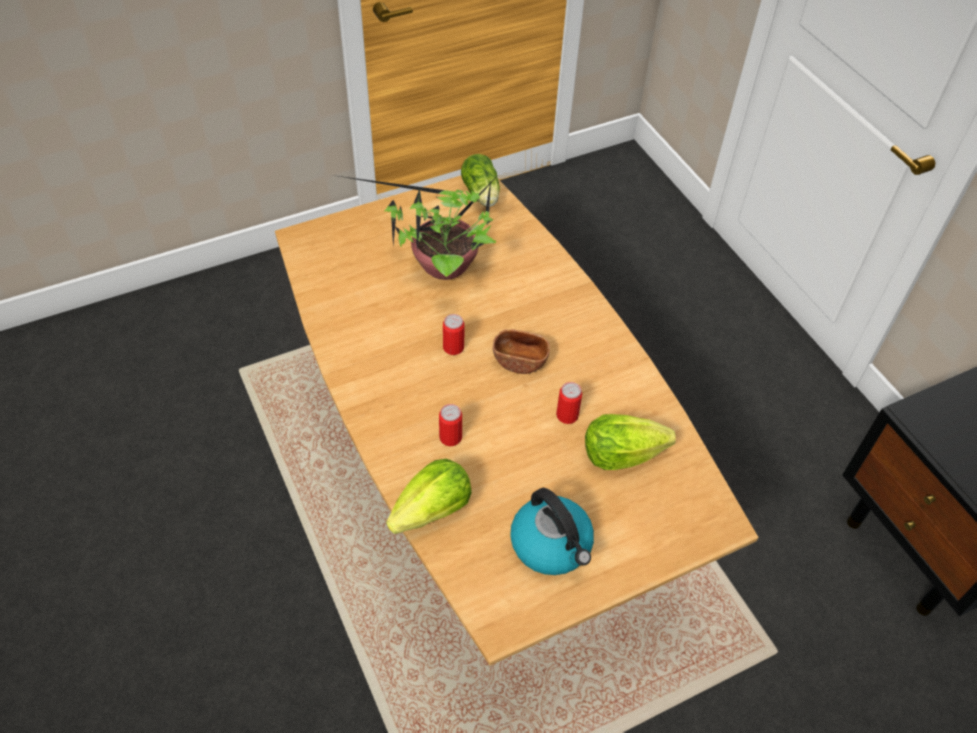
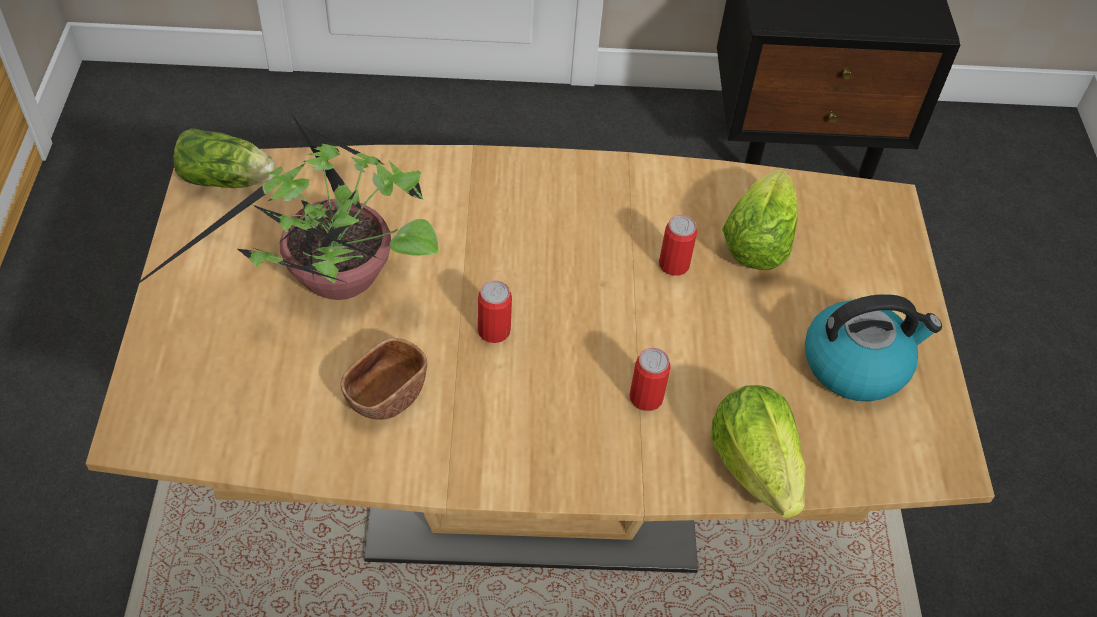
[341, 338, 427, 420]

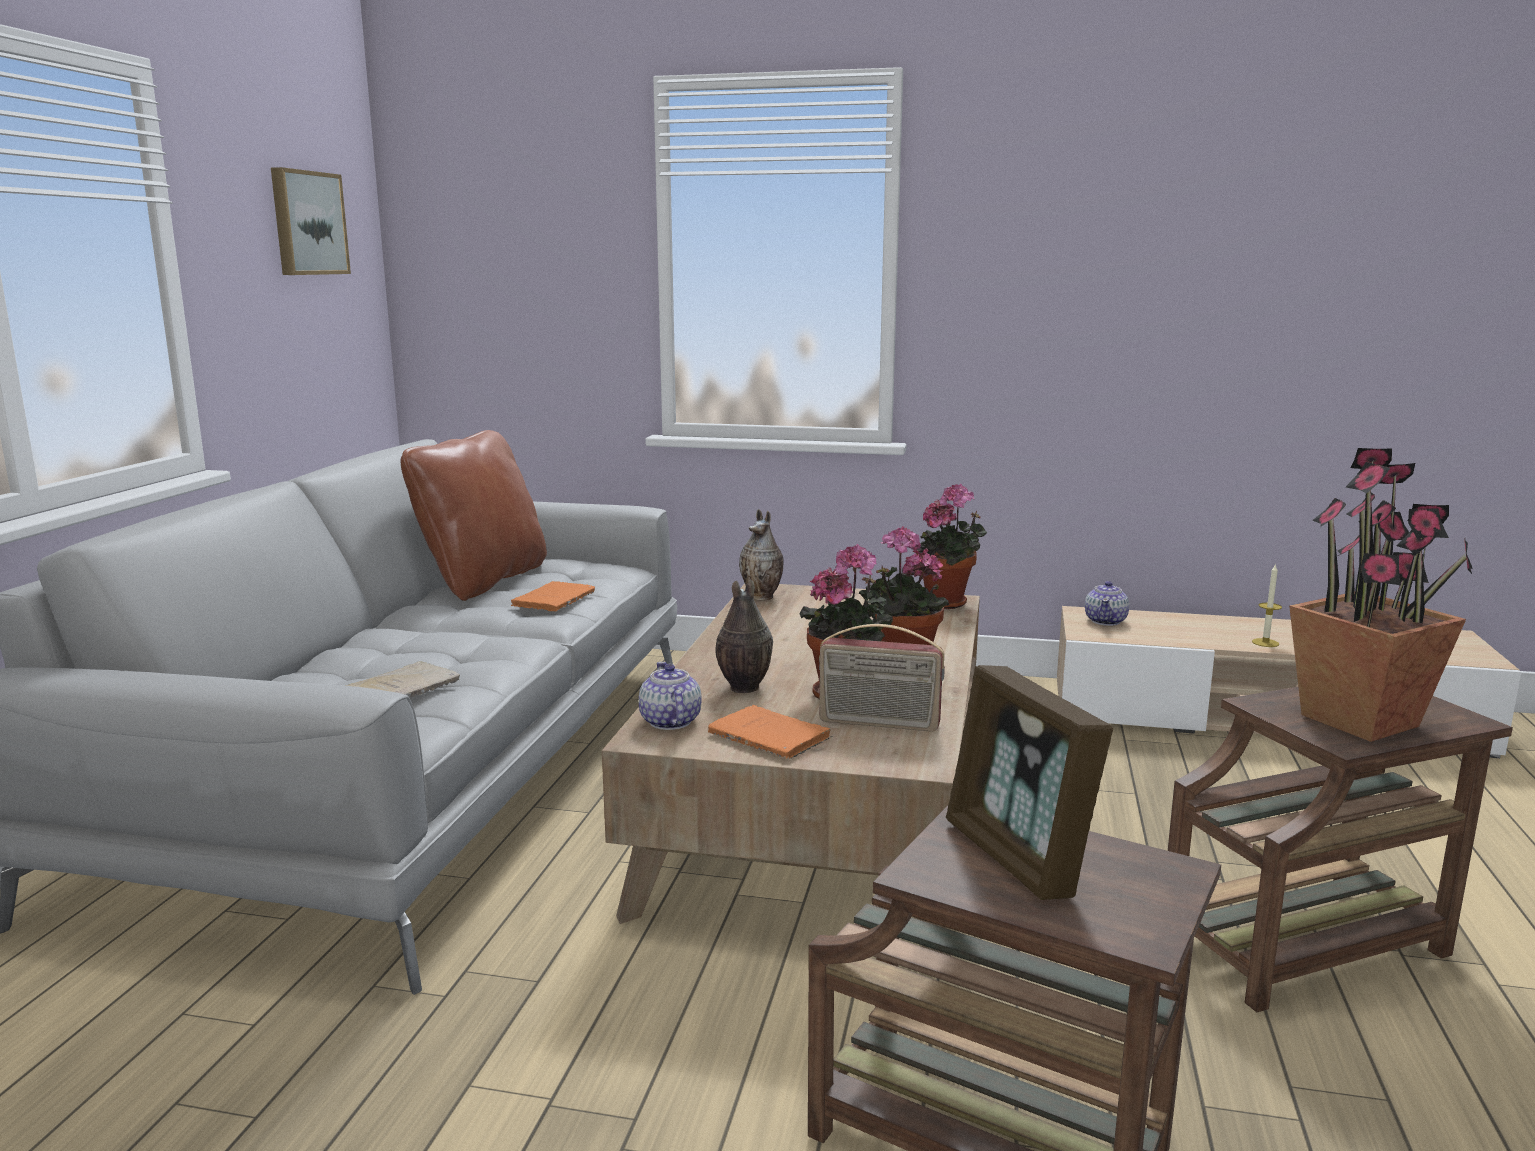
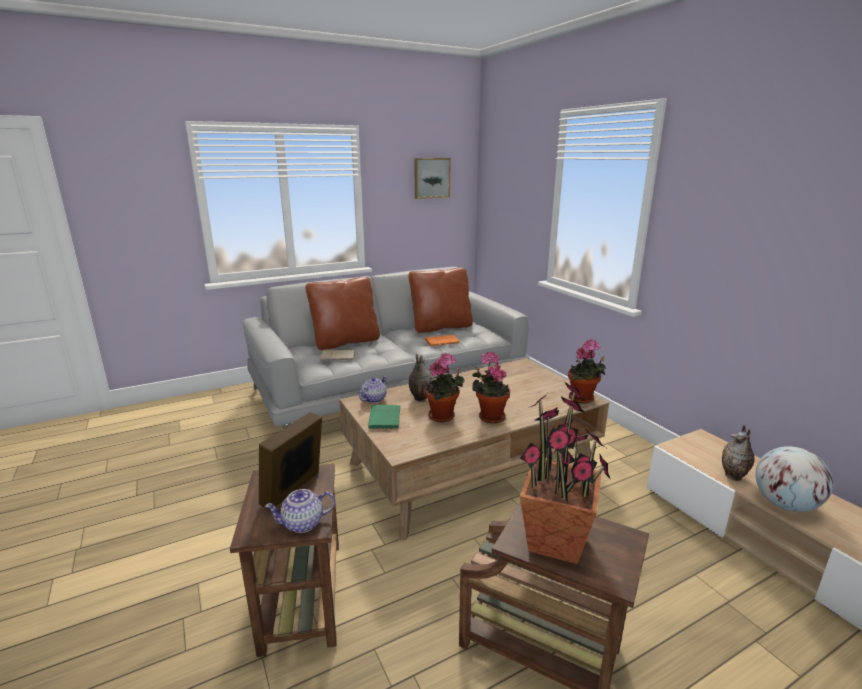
[265, 489, 336, 533]
[305, 277, 380, 350]
[368, 405, 400, 429]
[722, 425, 754, 481]
[755, 446, 833, 512]
[819, 624, 945, 732] (first image)

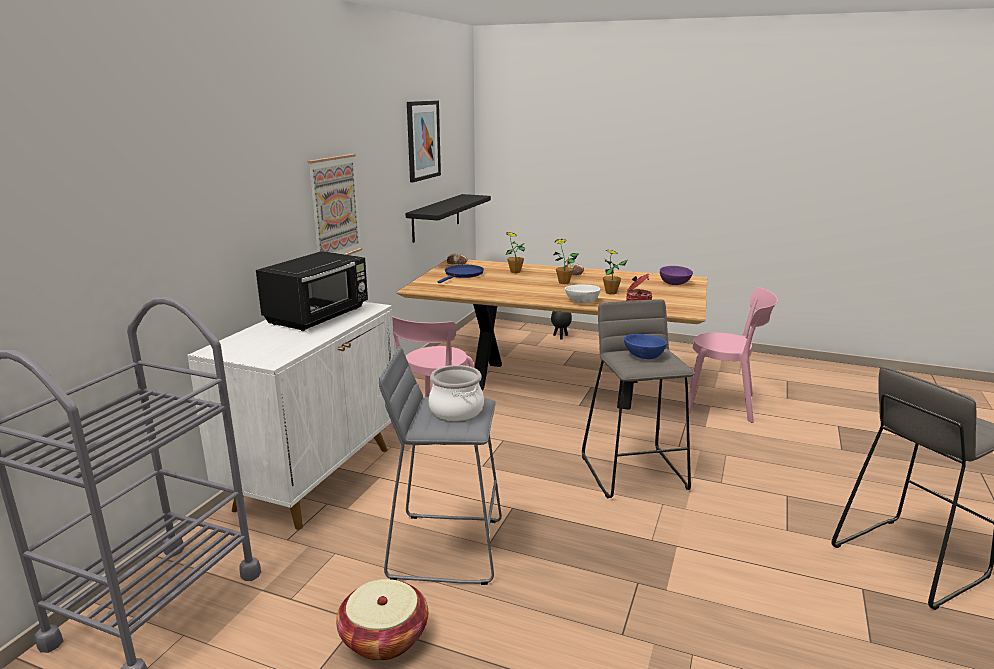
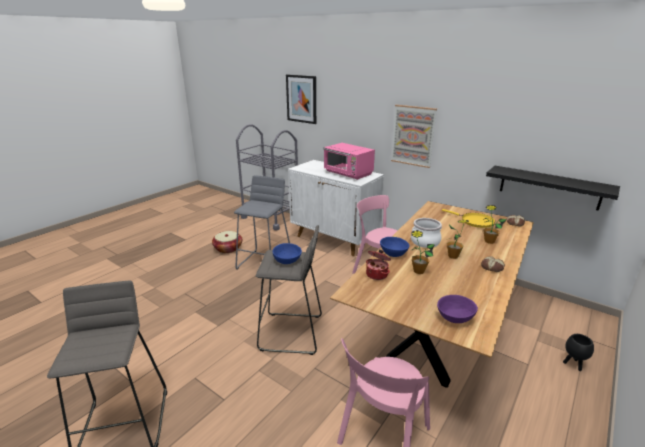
[286, 74, 316, 124]
[323, 143, 375, 180]
[380, 237, 410, 257]
[411, 218, 442, 248]
[442, 209, 495, 228]

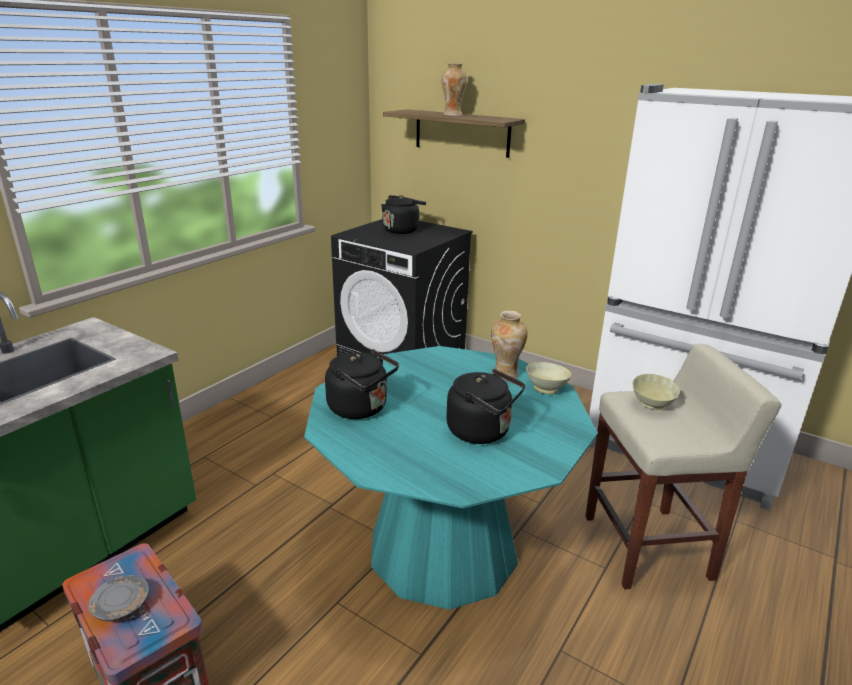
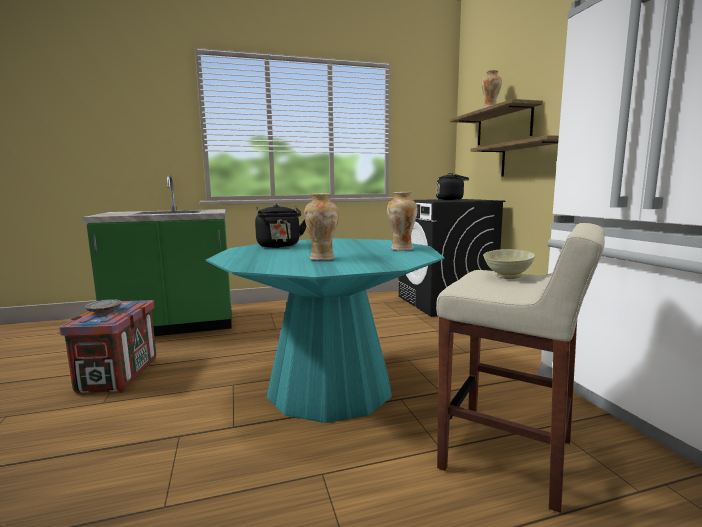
[304, 193, 339, 261]
[470, 135, 559, 177]
[526, 362, 572, 394] (first image)

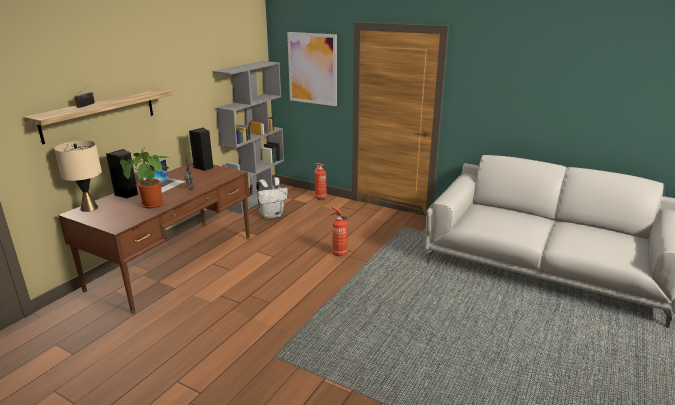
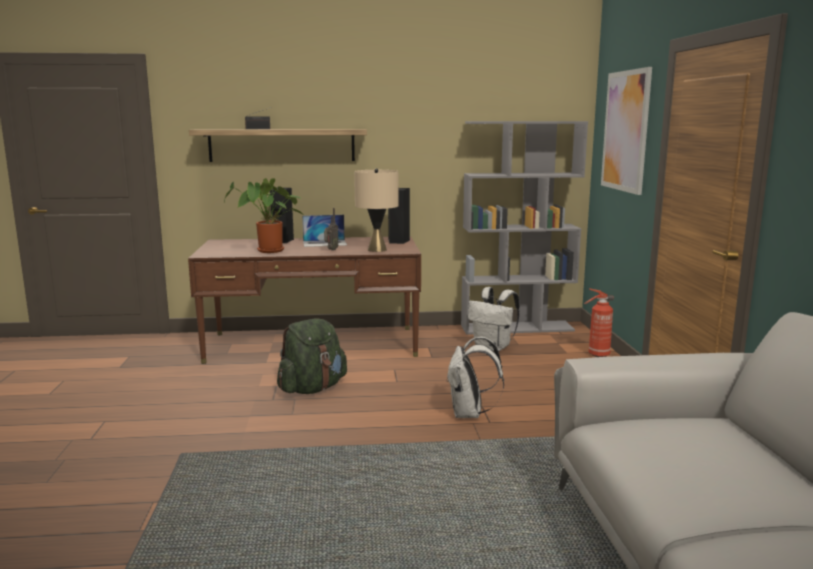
[277, 318, 347, 394]
[354, 168, 398, 252]
[446, 337, 504, 418]

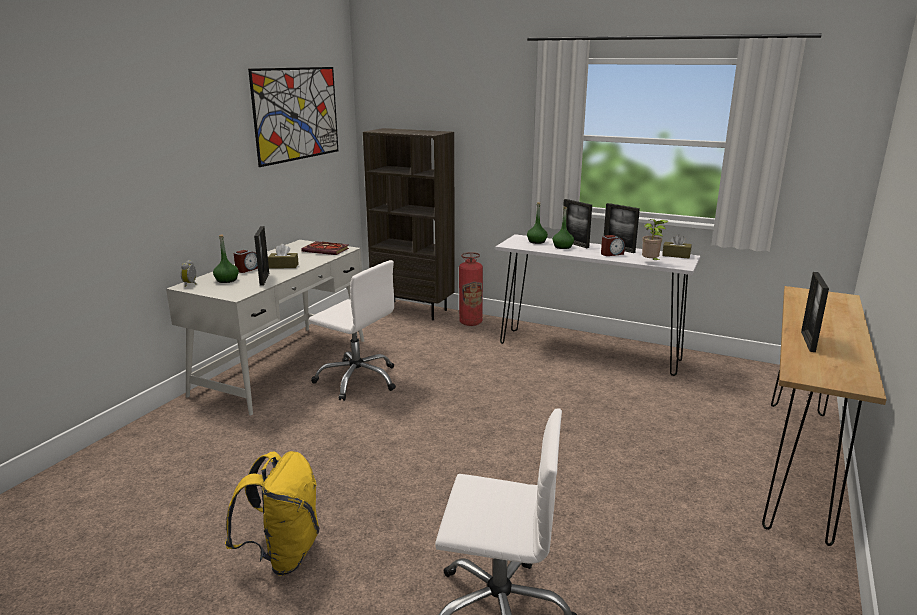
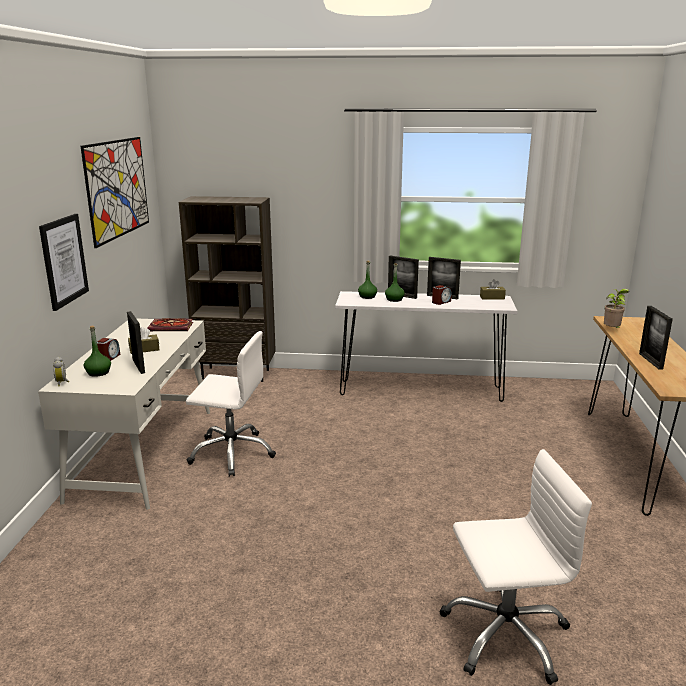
[39, 214, 89, 311]
[604, 289, 629, 329]
[225, 451, 320, 576] (first image)
[459, 252, 483, 326] (first image)

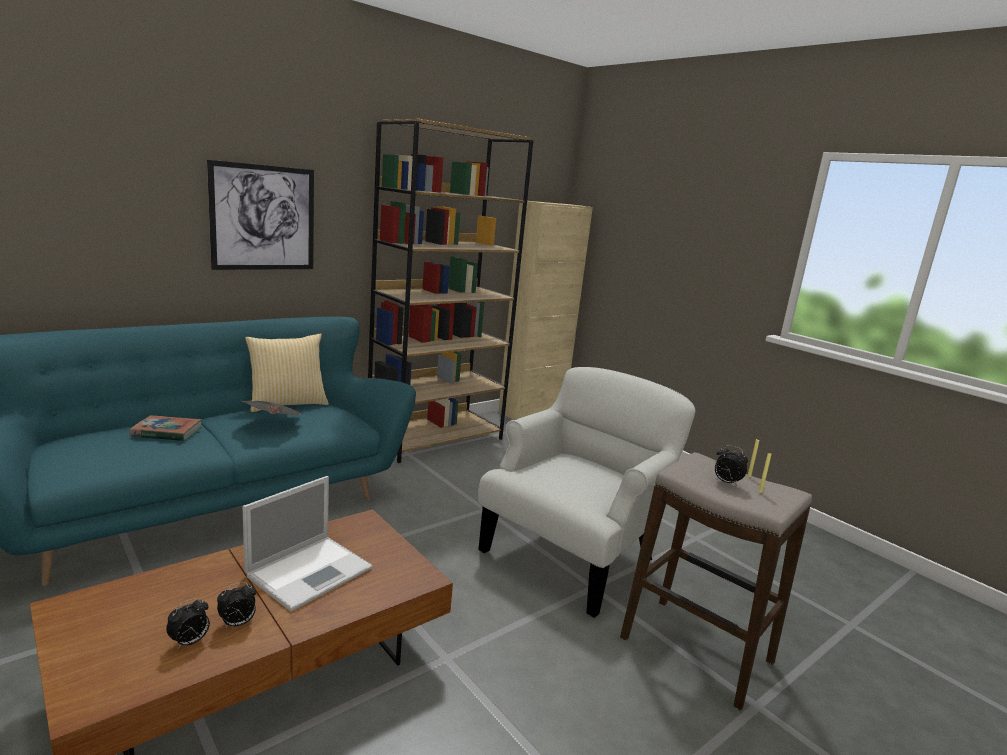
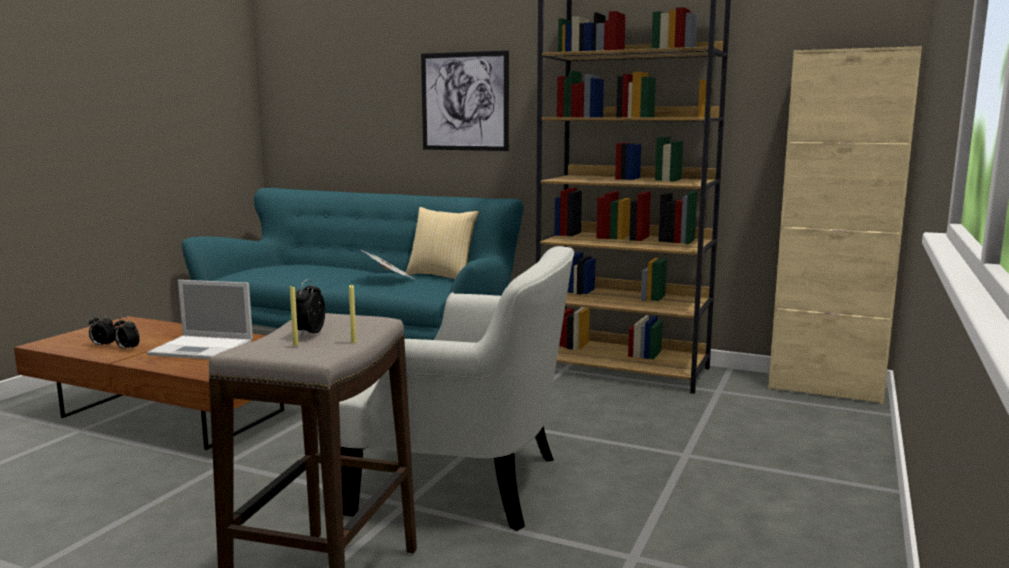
[129, 415, 202, 441] (first image)

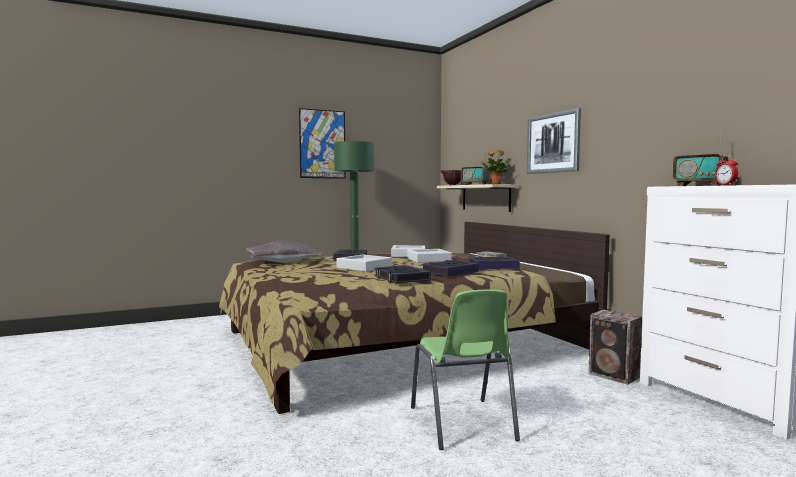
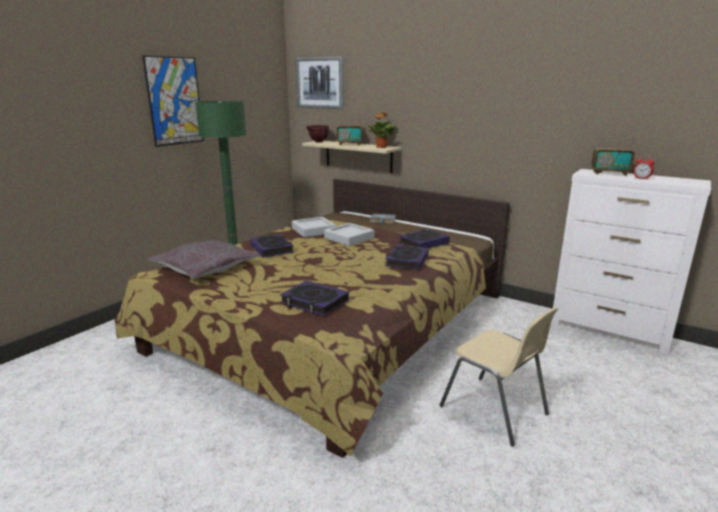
[280, 280, 349, 316]
[295, 56, 344, 109]
[440, 307, 558, 446]
[336, 254, 392, 272] (first image)
[588, 310, 642, 385] (first image)

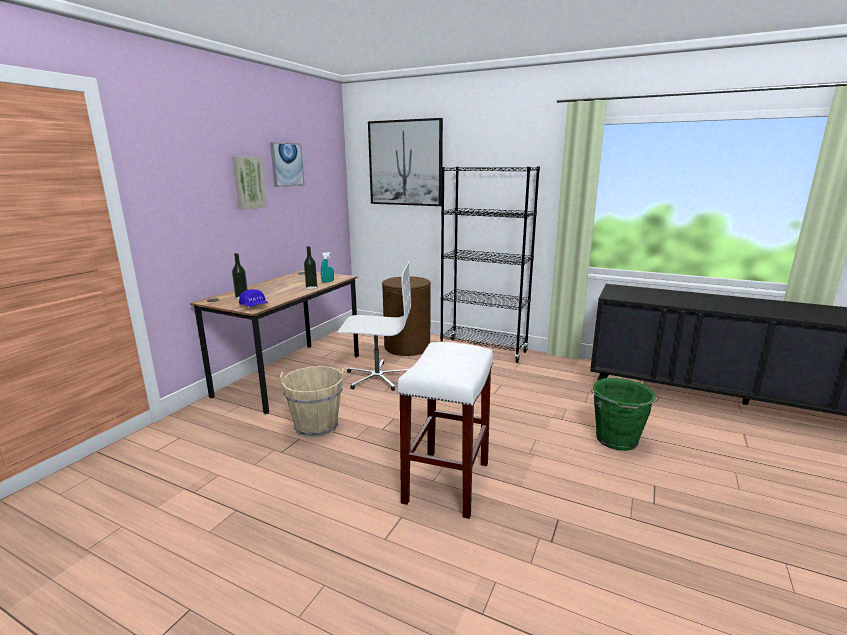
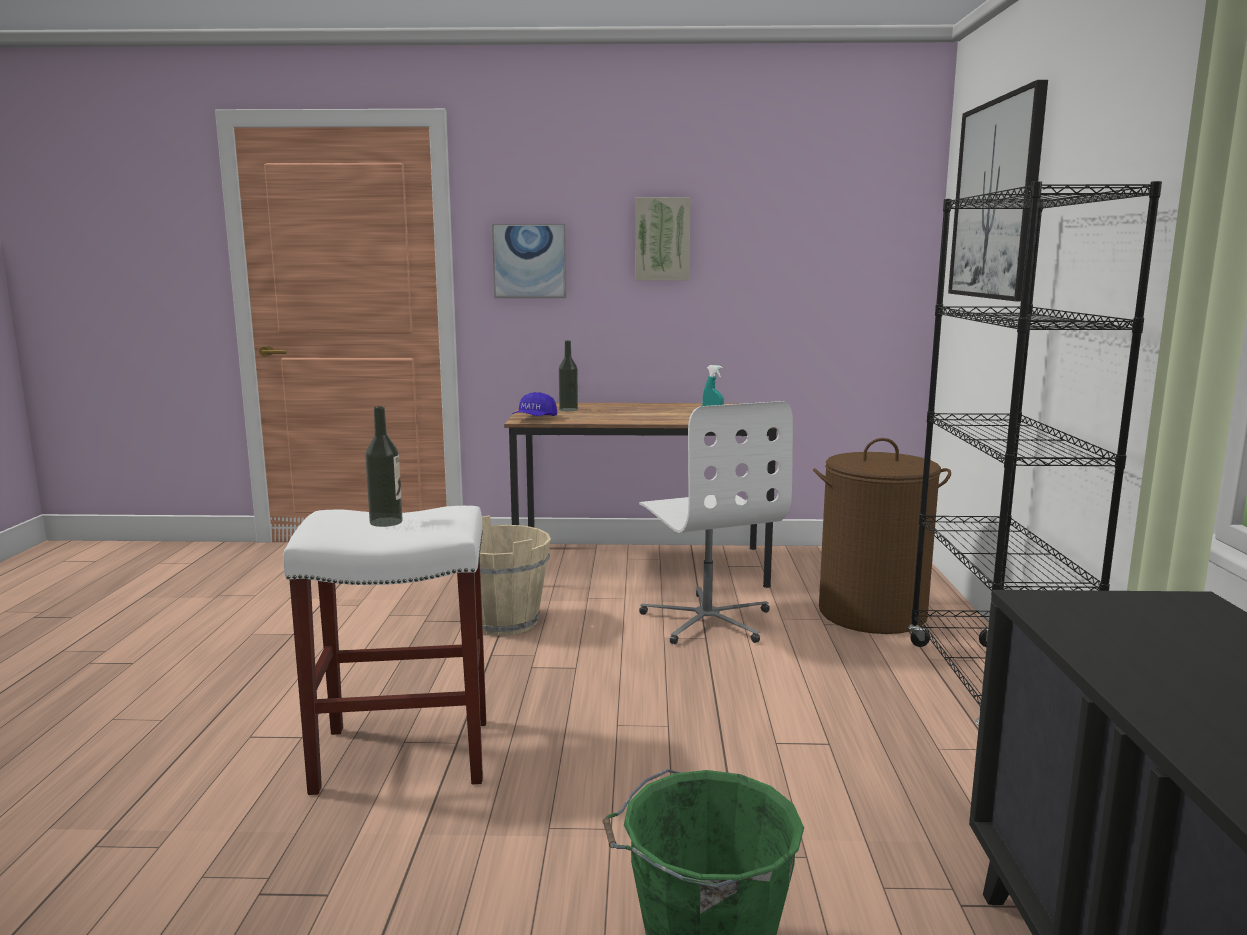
[365, 406, 403, 527]
[492, 224, 567, 298]

